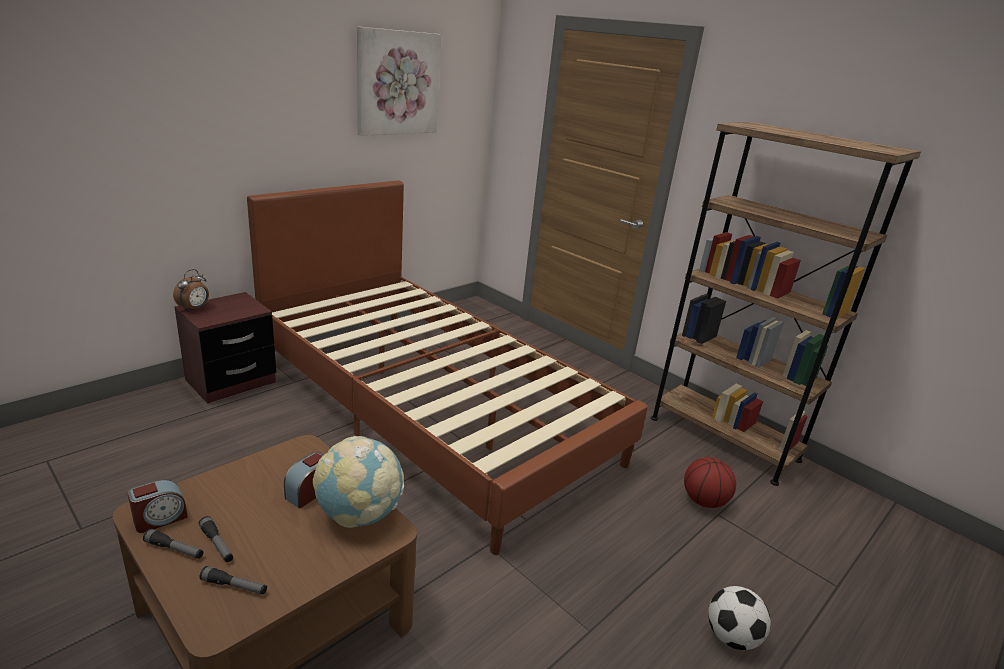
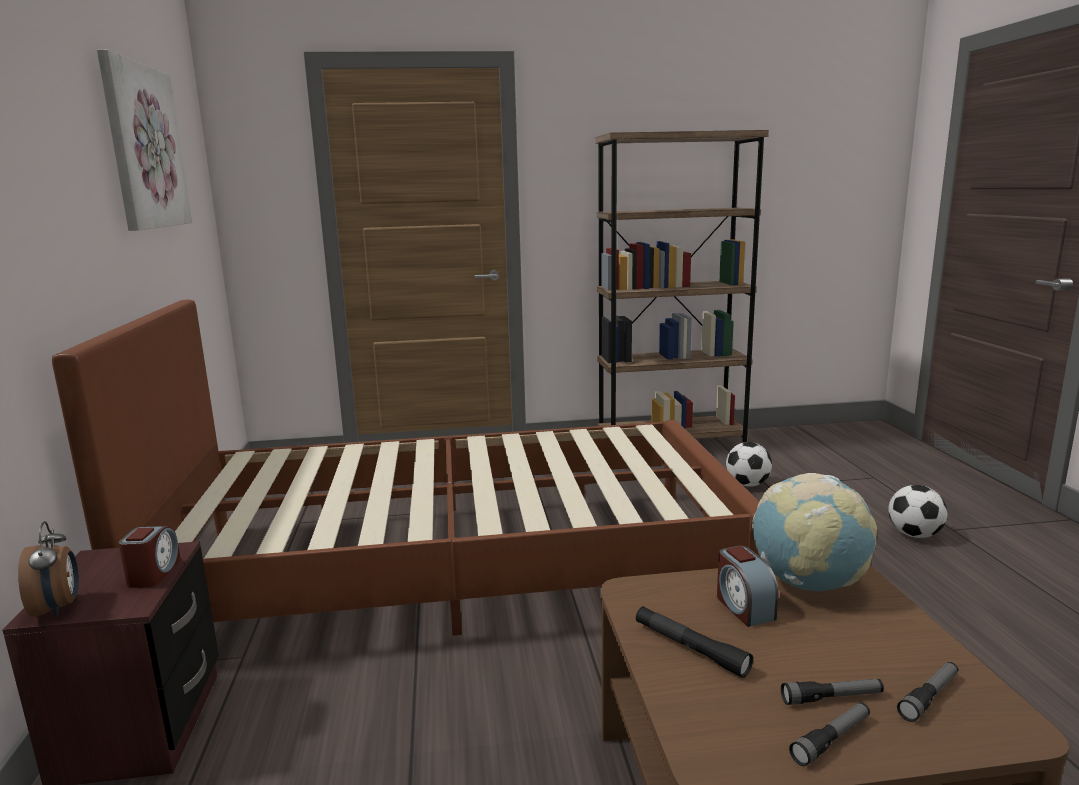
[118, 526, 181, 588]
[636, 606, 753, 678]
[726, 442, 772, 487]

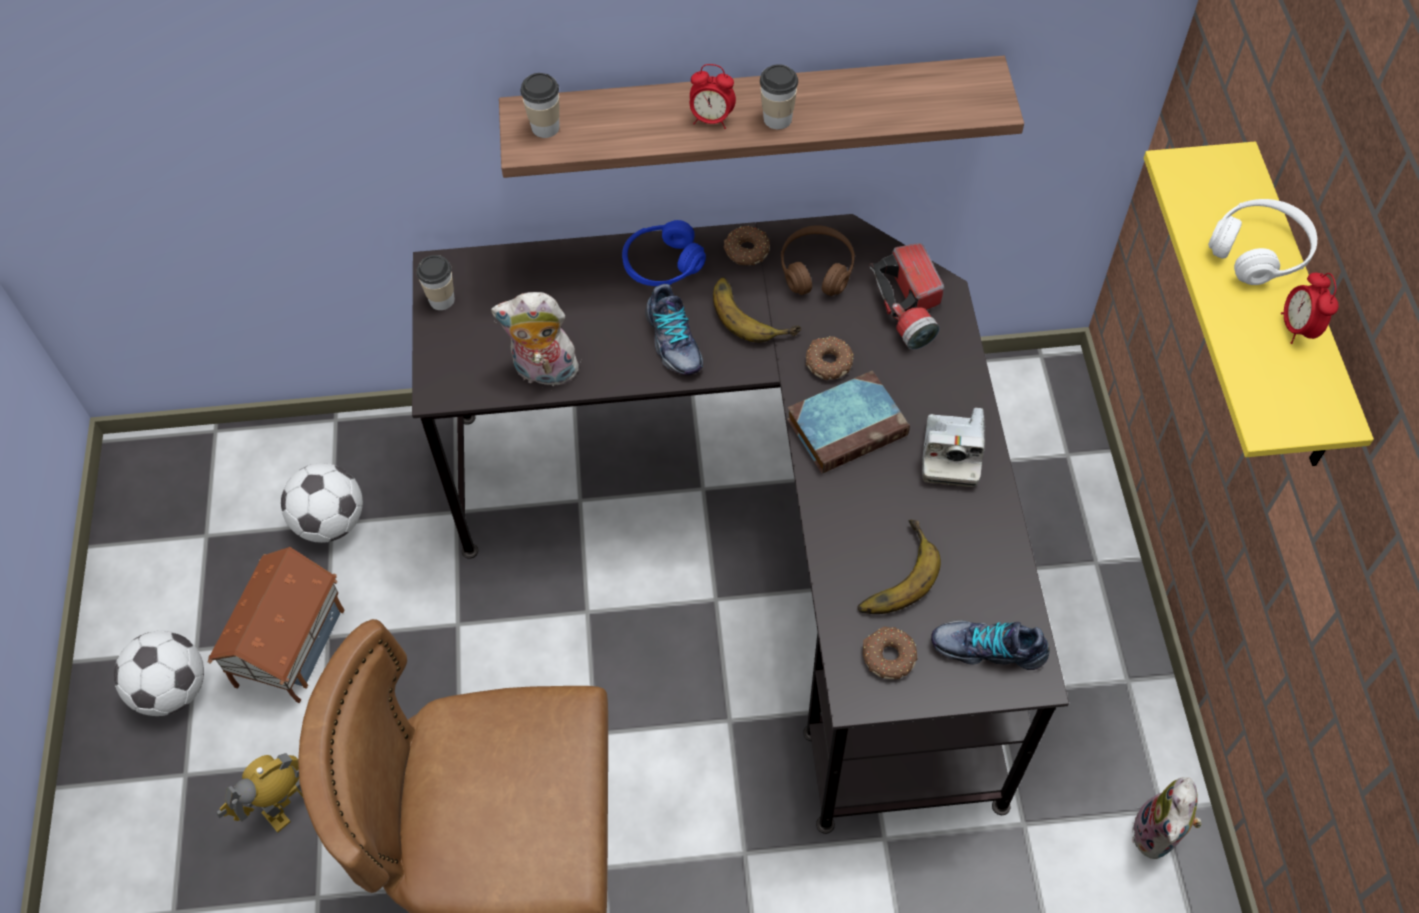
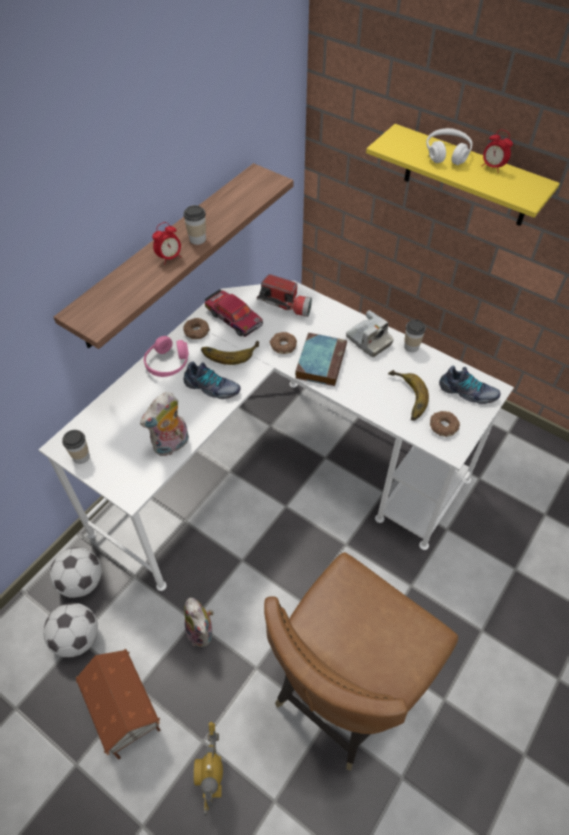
[38, 281, 514, 591]
[50, 547, 102, 598]
[144, 336, 189, 377]
[184, 598, 213, 647]
[205, 290, 263, 337]
[404, 319, 426, 352]
[439, 366, 501, 404]

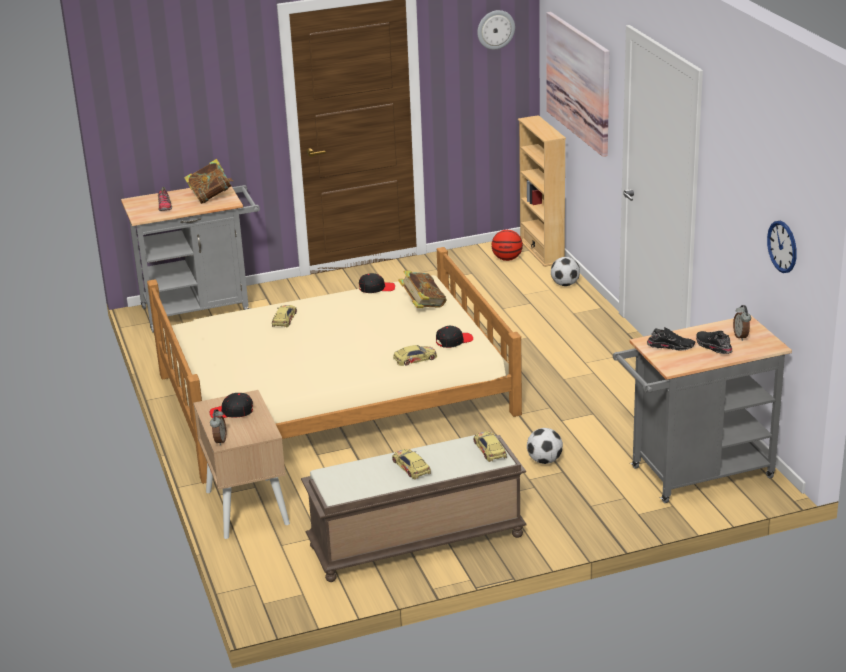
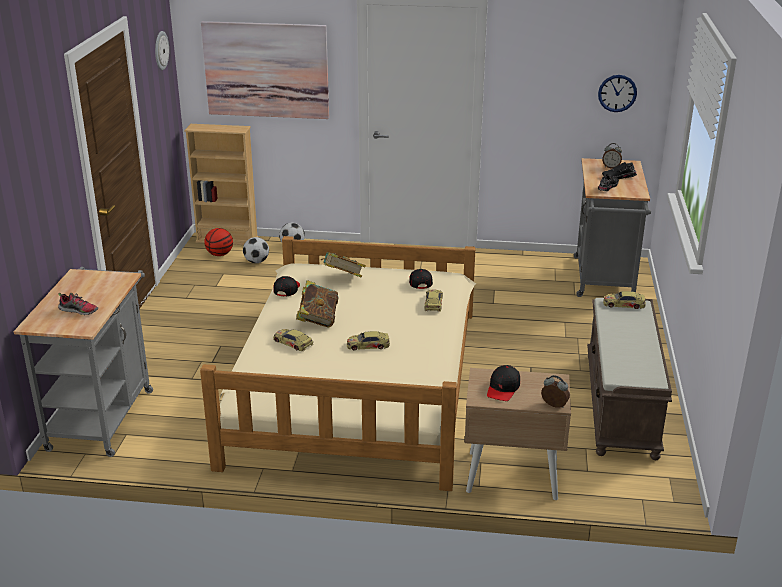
[243, 237, 269, 263]
[296, 280, 338, 327]
[347, 331, 390, 350]

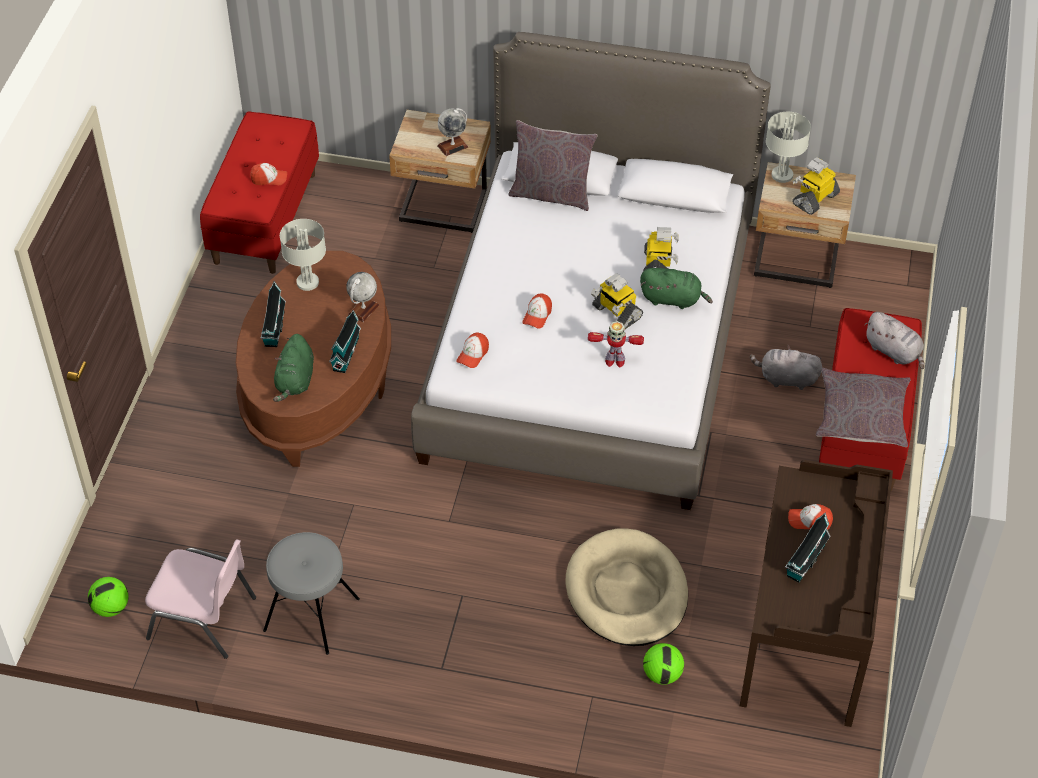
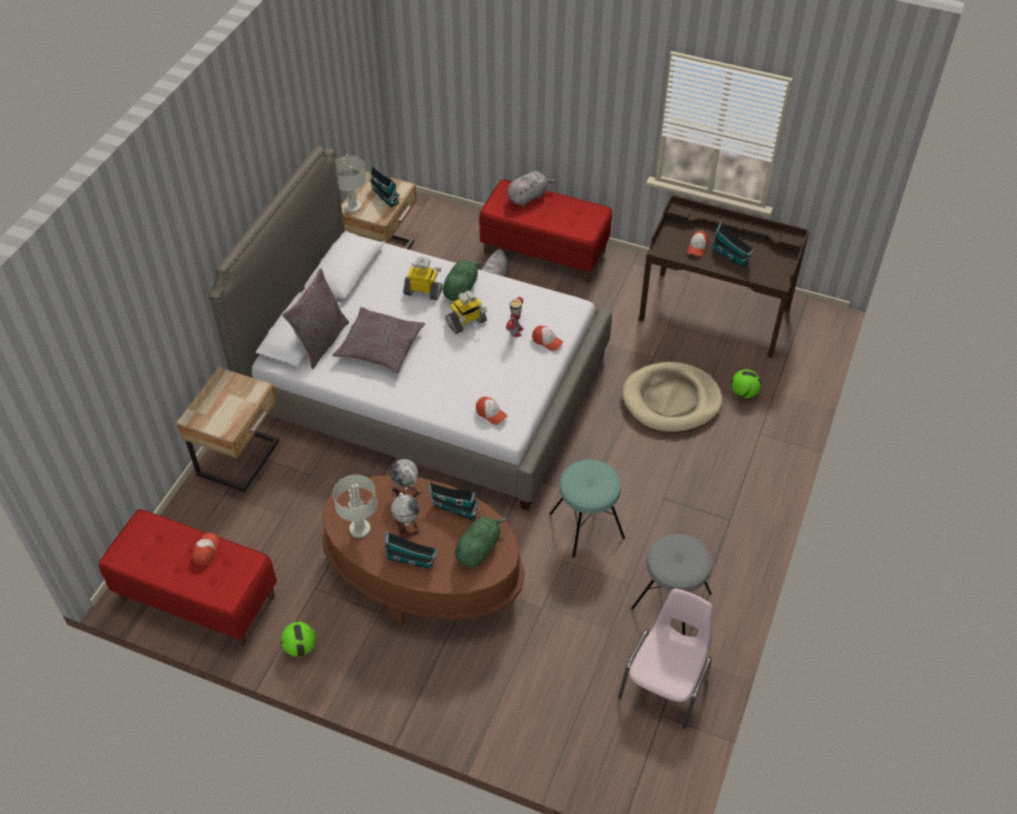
[281, 622, 316, 657]
[332, 307, 425, 374]
[369, 166, 400, 207]
[391, 492, 420, 538]
[455, 516, 508, 567]
[532, 326, 563, 351]
[549, 460, 625, 558]

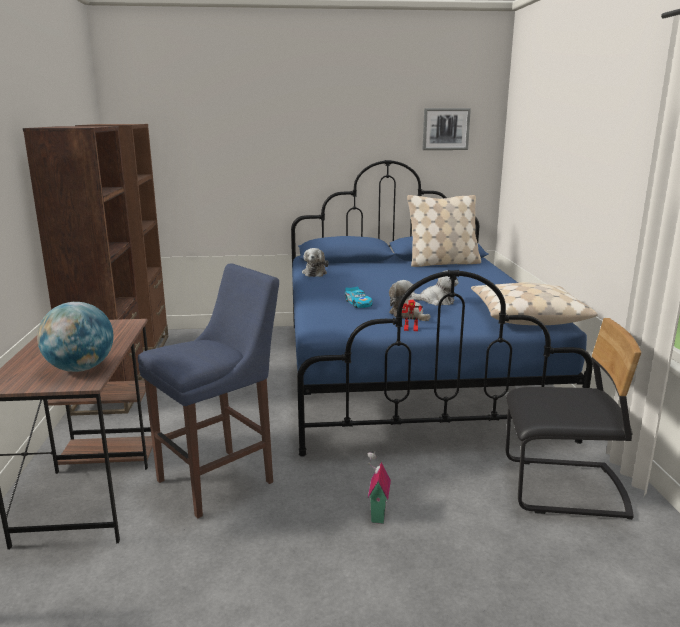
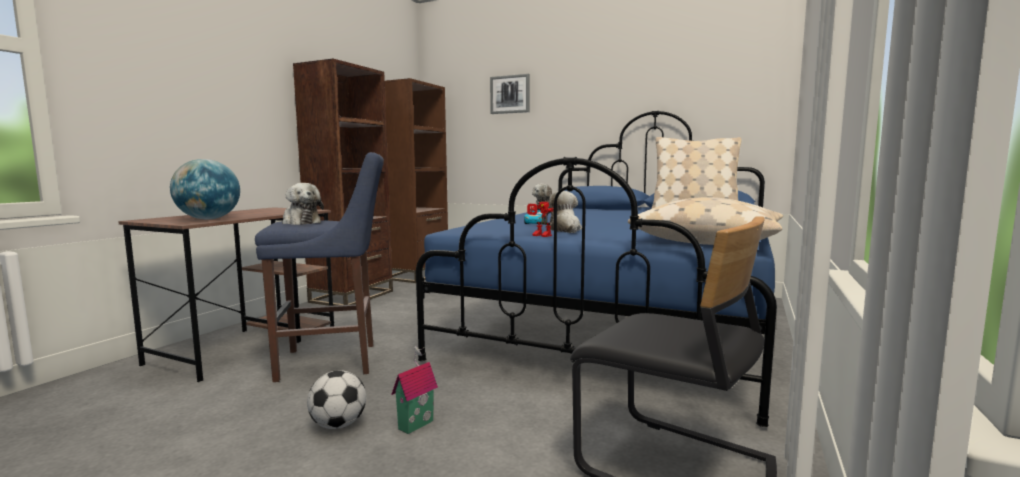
[282, 183, 324, 225]
[307, 370, 366, 429]
[490, 74, 530, 114]

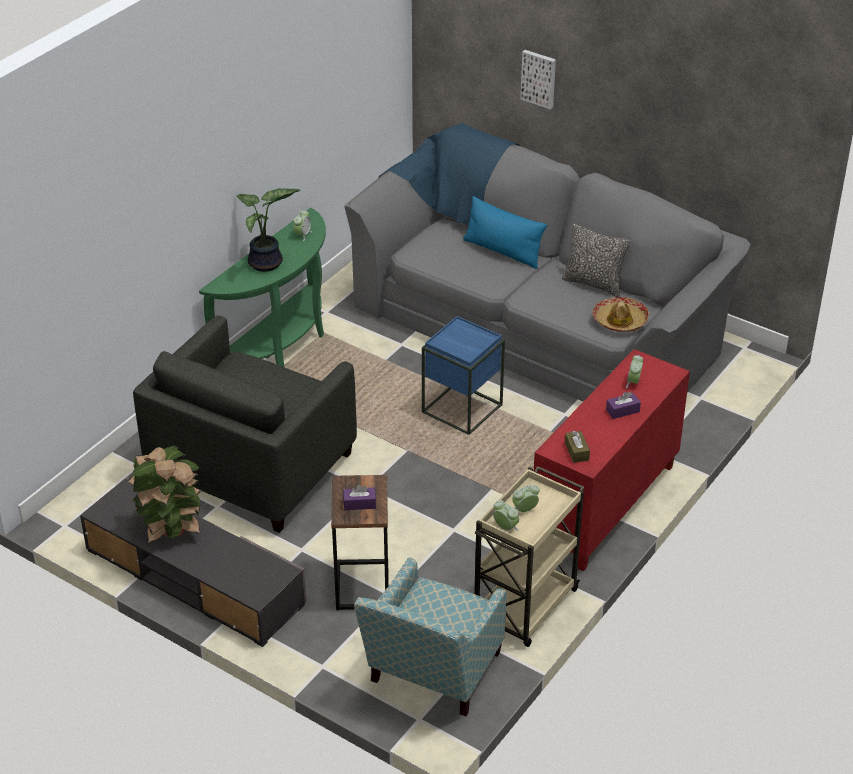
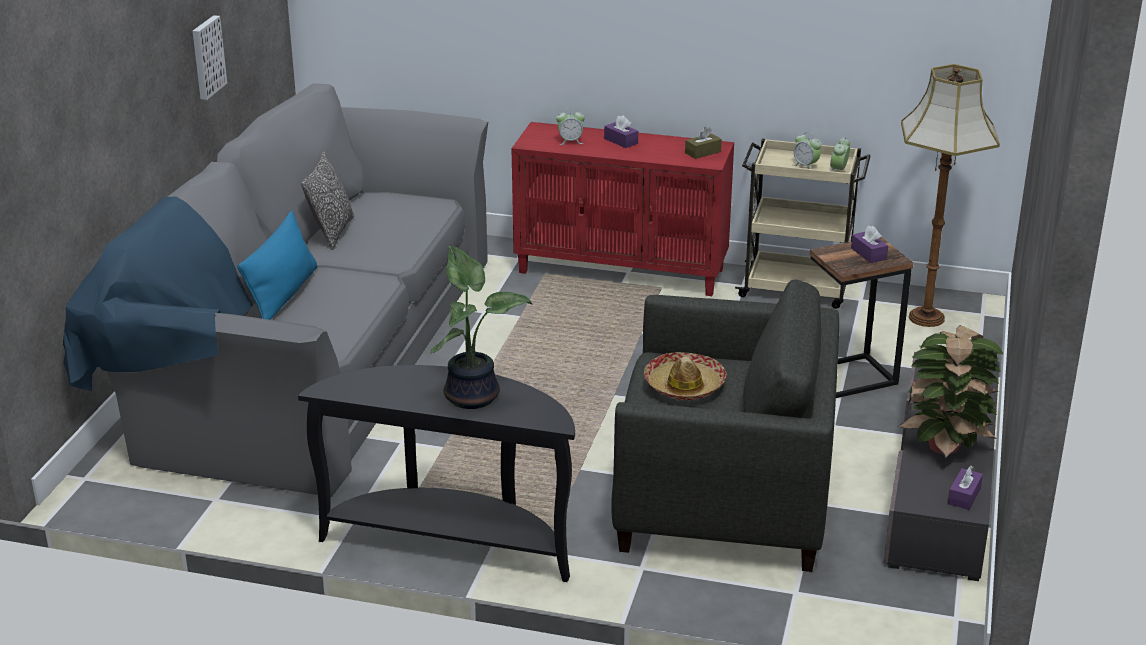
[193, 15, 227, 100]
[298, 365, 575, 582]
[644, 352, 727, 400]
[901, 64, 1000, 327]
[948, 466, 983, 510]
[293, 210, 312, 241] (first image)
[422, 316, 505, 435] (first image)

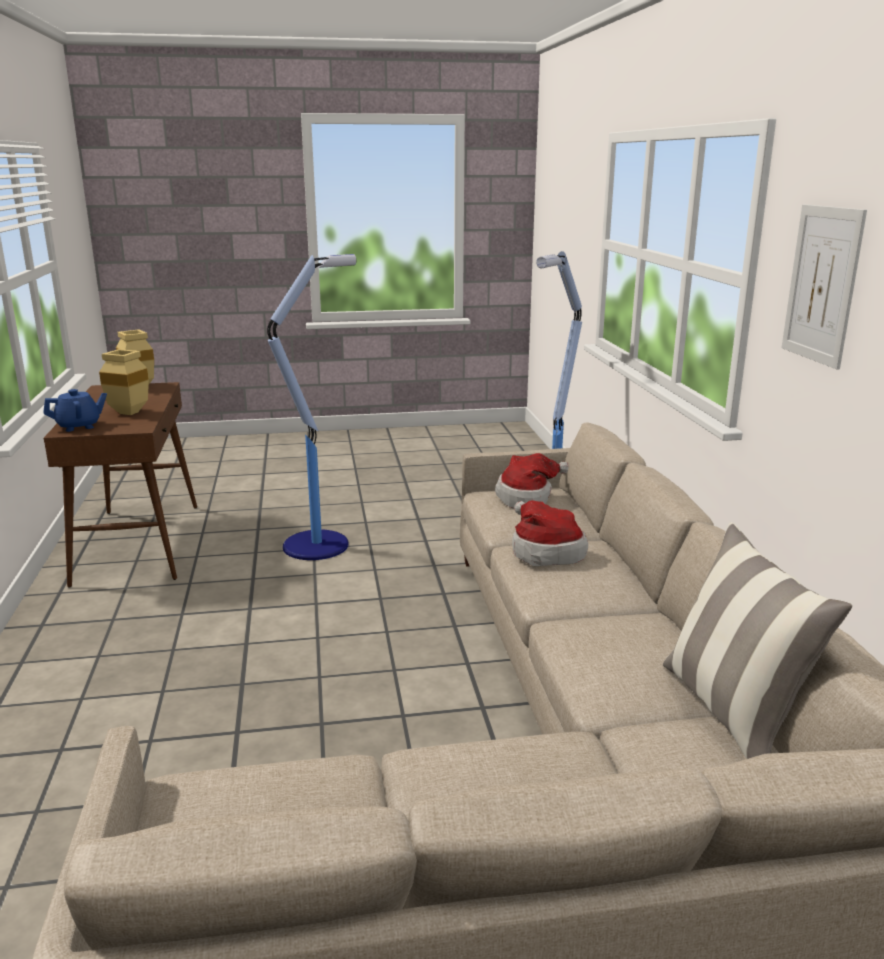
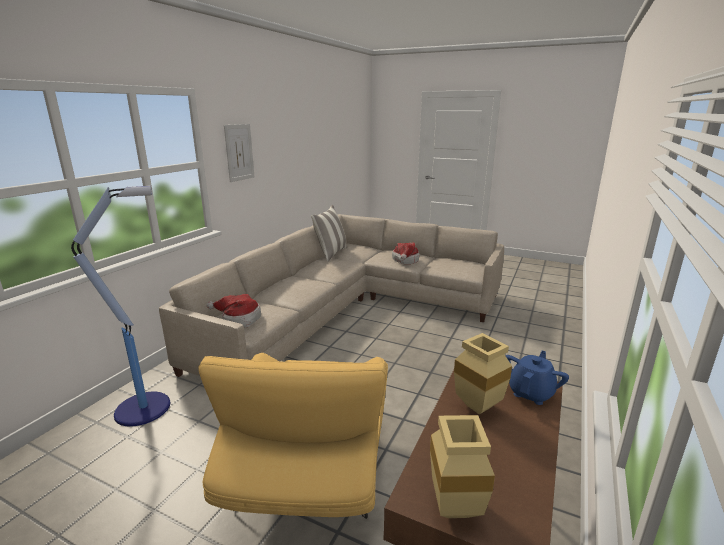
[198, 353, 388, 519]
[392, 243, 419, 264]
[506, 350, 569, 405]

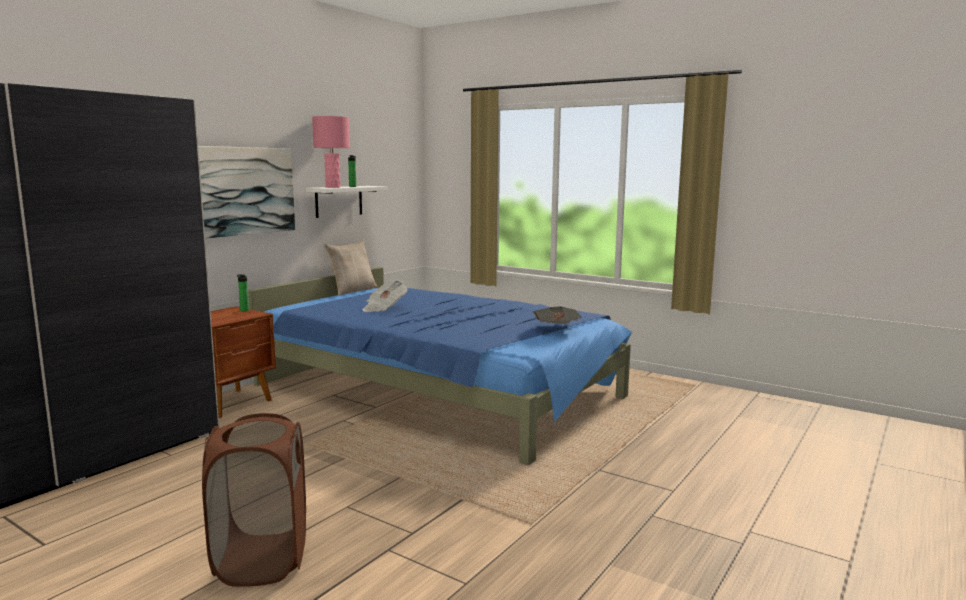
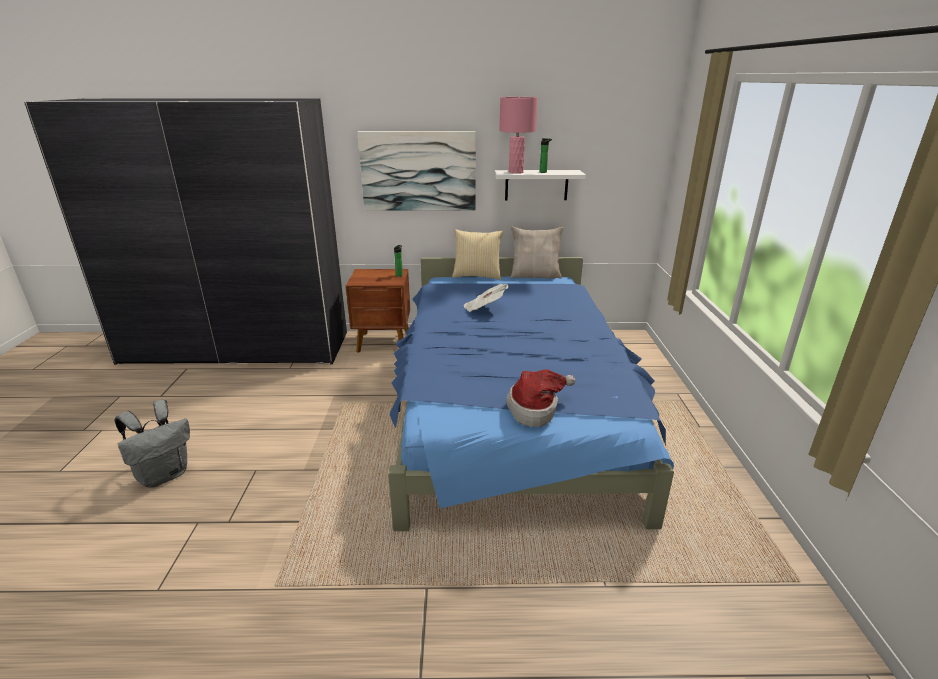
[114, 399, 190, 487]
[452, 229, 503, 280]
[506, 369, 575, 427]

